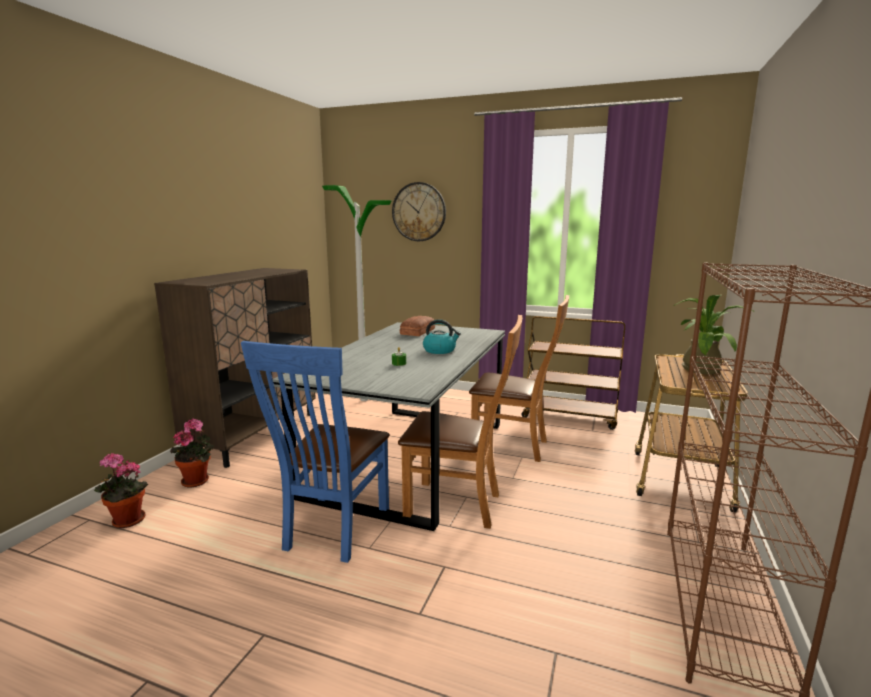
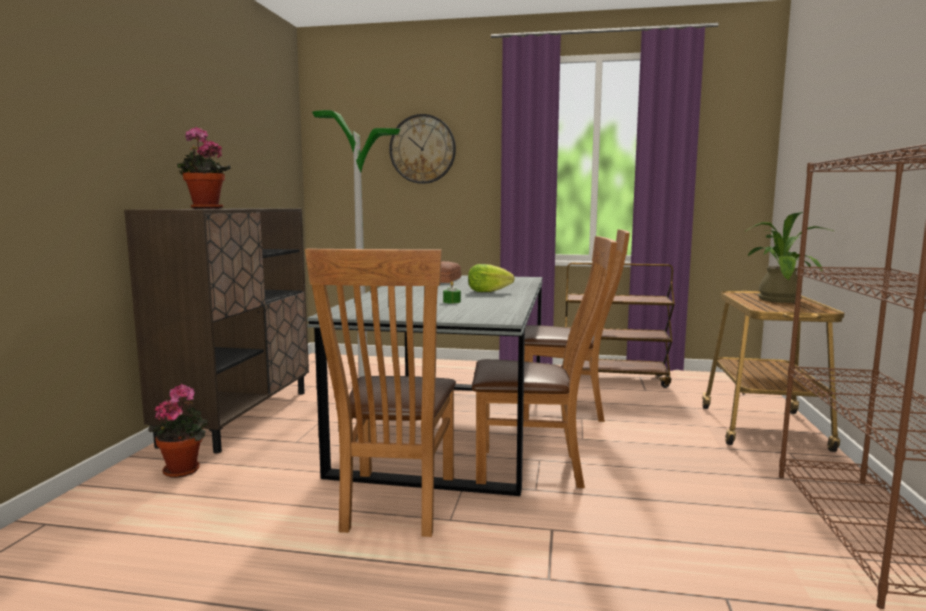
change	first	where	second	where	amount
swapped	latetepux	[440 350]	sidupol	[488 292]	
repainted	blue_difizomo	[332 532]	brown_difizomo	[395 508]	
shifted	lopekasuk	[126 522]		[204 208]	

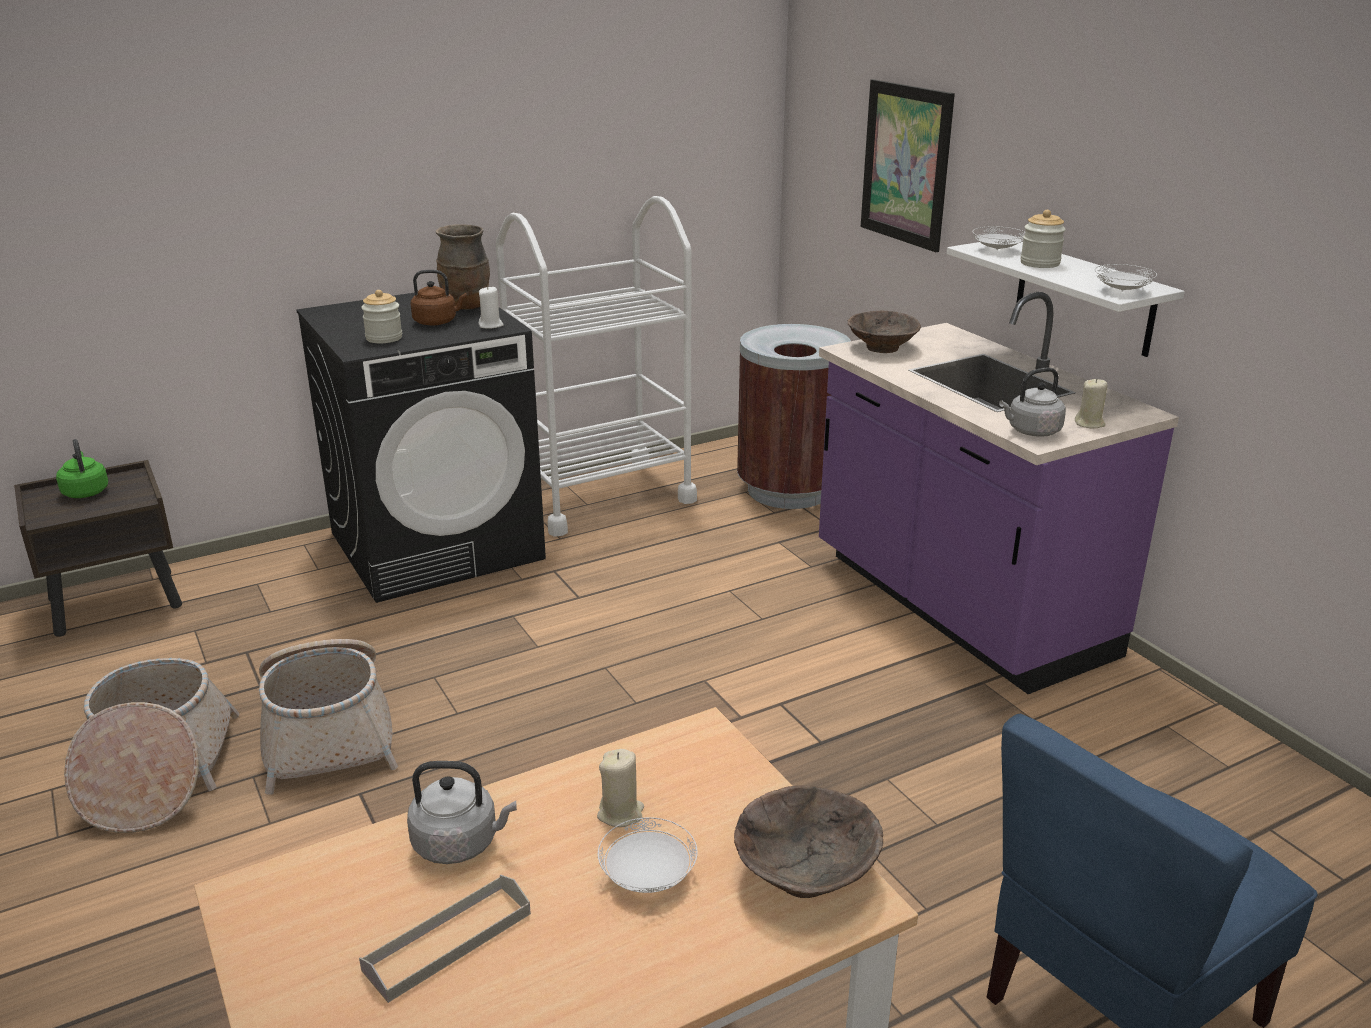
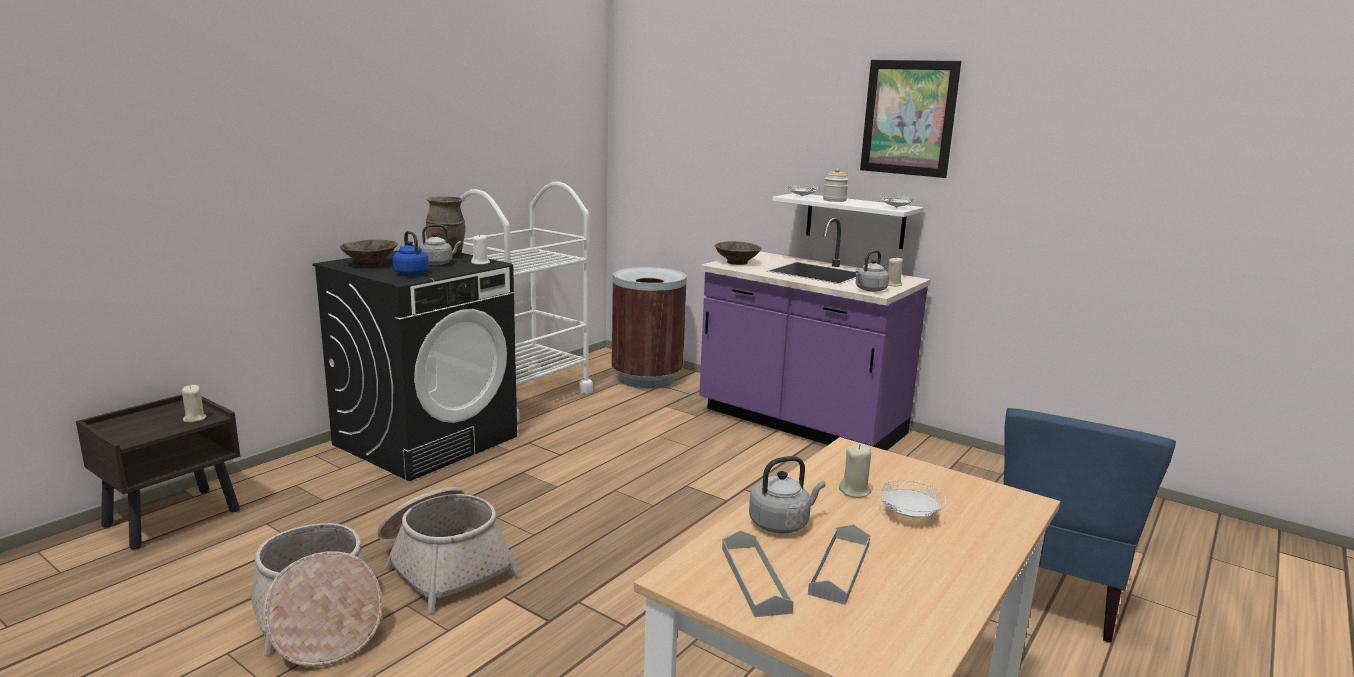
change	first	where	second	where	amount
shifted	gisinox	[906 164]		[908 118]	
repainted	brown_latetepux	[437 322]	grey_latetepux	[438 263]	
swapped	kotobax	[384 338]	blue_latetepux	[410 273]	
gone	green_latetepux	[85 491]			
shifted	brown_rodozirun	[805 873]		[370 264]	
new			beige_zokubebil	[194 418]	
new			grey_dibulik	[755 579]	

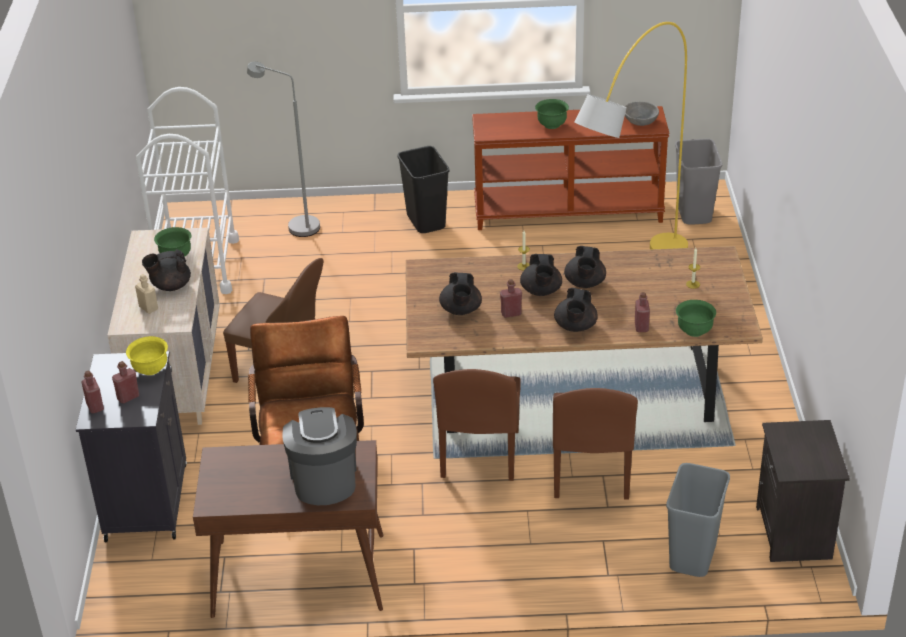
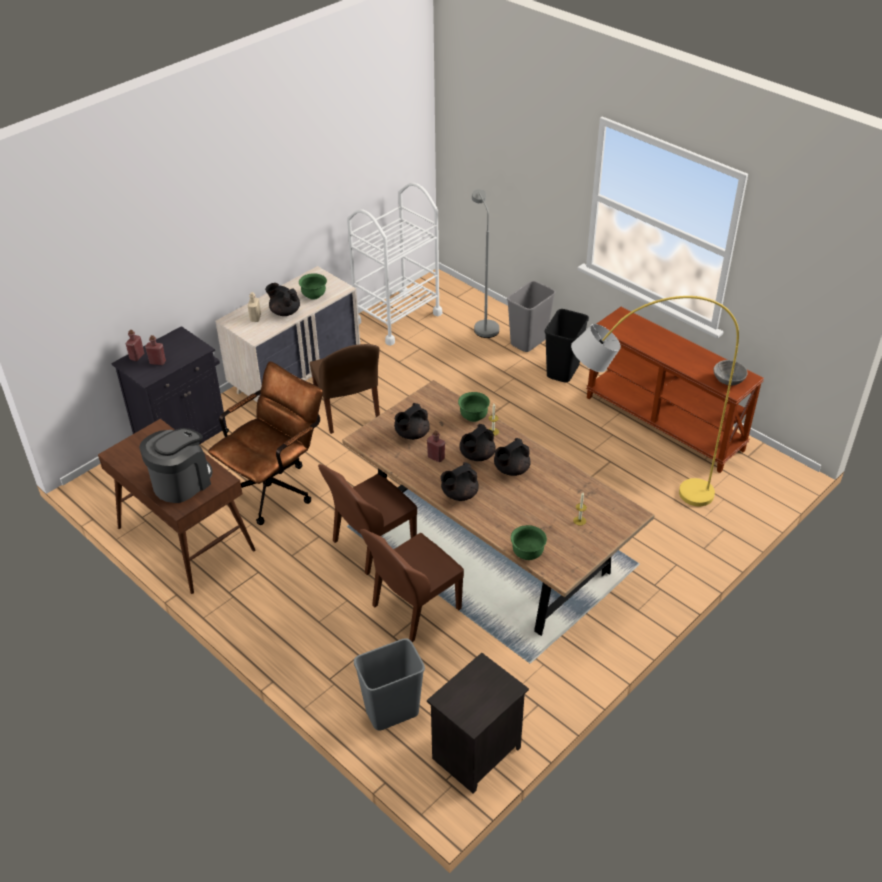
change	first	where	second	where	amount
shifted	green_rodozirun	[551 125]		[473 416]	
shifted	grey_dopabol	[693 213]		[528 341]	
gone	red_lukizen	[641 327]			
gone	yellow_rodozirun	[150 369]			

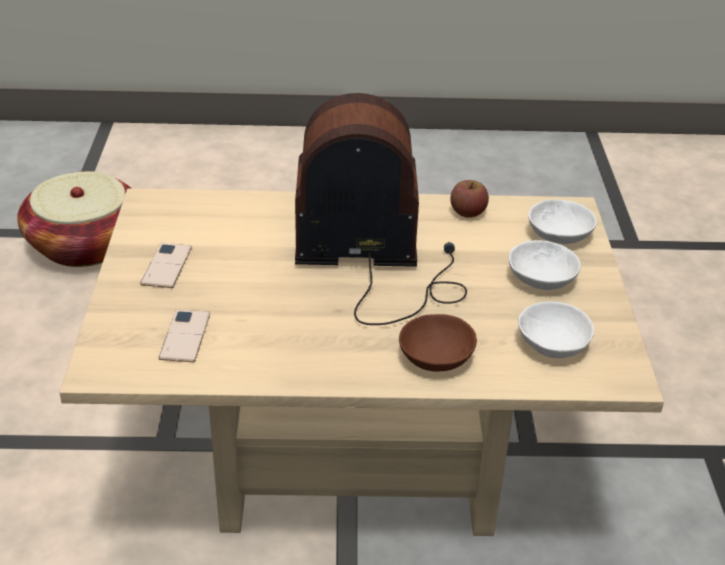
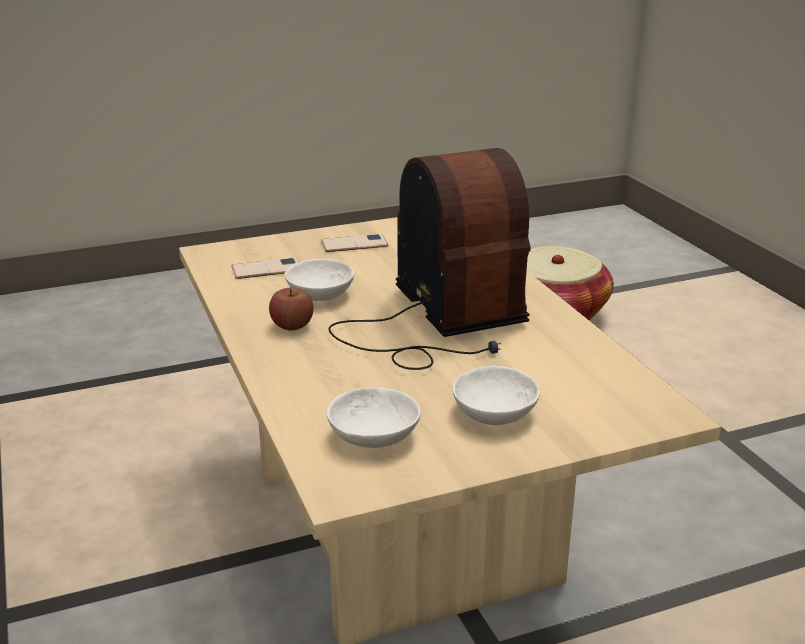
change	first	where	second	where	amount
shifted	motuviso	[468 212]		[292 325]	
shifted	white_rodozirun	[559 236]		[317 293]	
gone	brown_rodozirun	[435 355]			

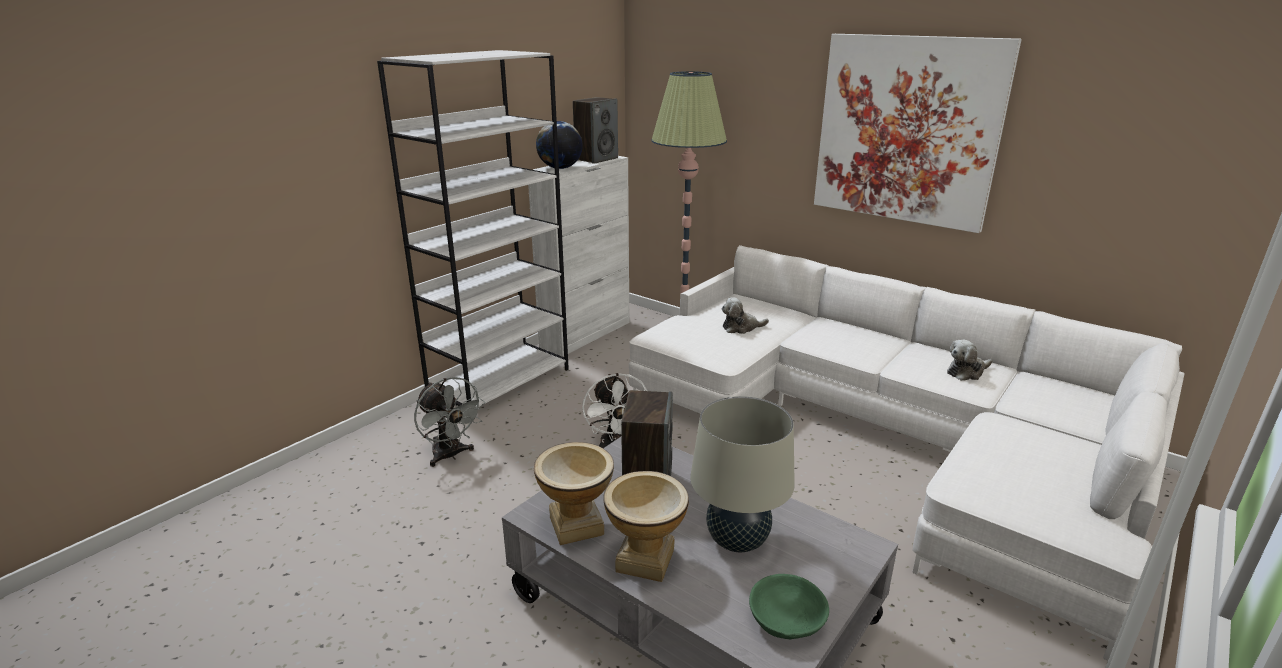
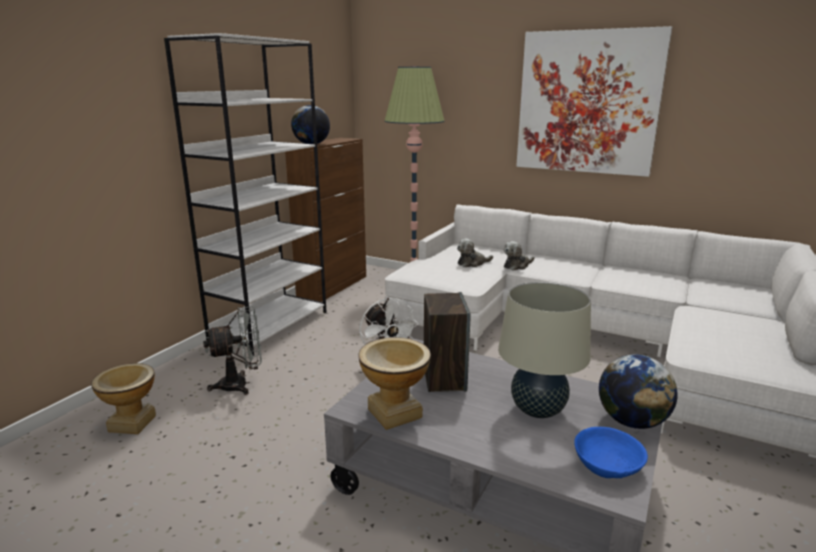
change	first	where	second	where	amount
gone	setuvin	[596 159]			
repainted	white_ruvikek	[586 334]	brown_ruvikek	[333 286]	
shifted	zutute	[966 372]		[517 266]	
rotated	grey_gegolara	[450 455]		[241 384]	60 degrees counterclockwise
shifted	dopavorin	[646 560]		[132 423]	
repainted	green_rodozirun	[786 619]	blue_rodozirun	[607 464]	
new			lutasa	[632 421]	

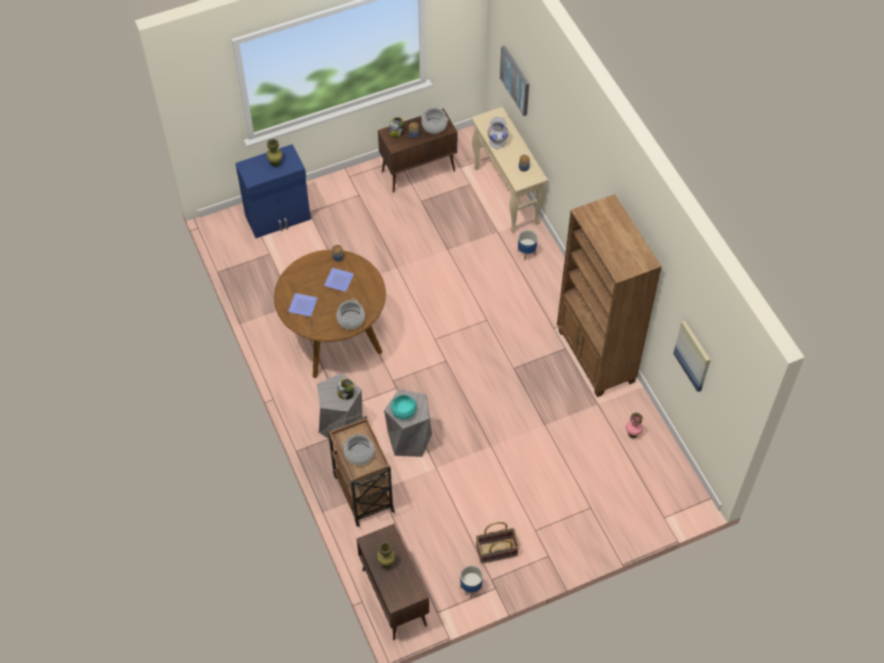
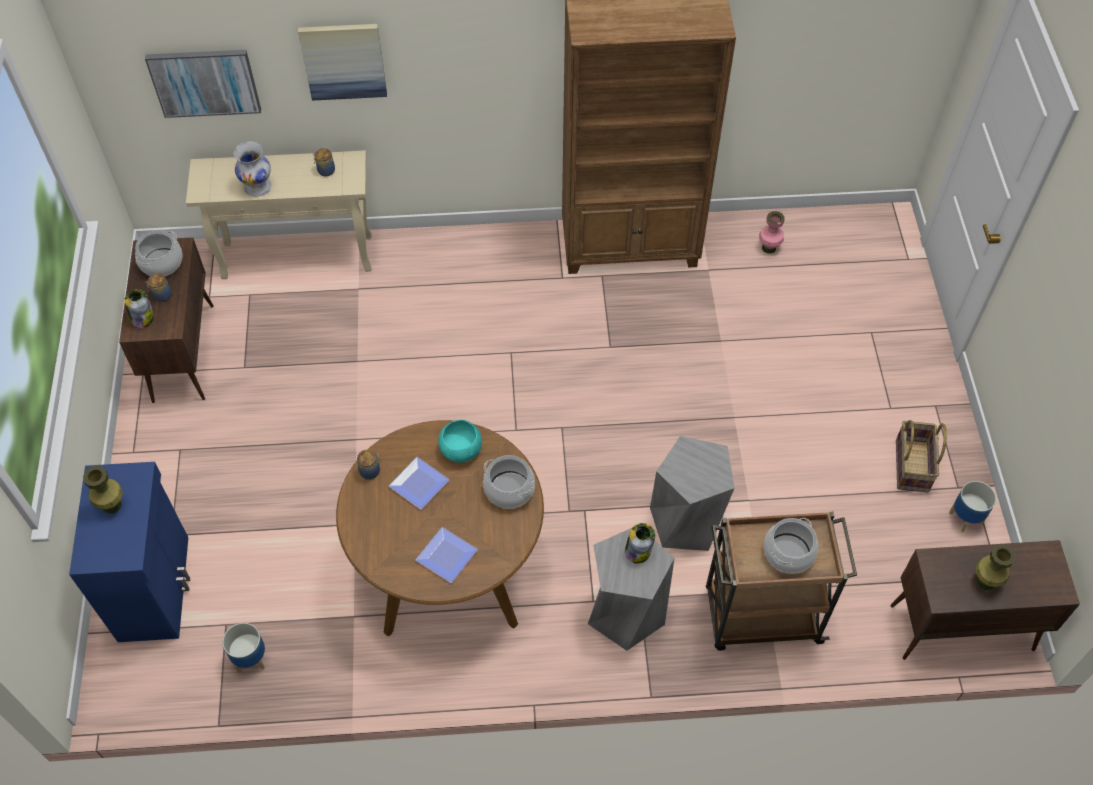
change	first	where	second	where	amount
shifted	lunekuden	[526 252]		[250 659]	
shifted	gisinox	[693 355]		[343 60]	
shifted	turquoise_rodozirun	[403 411]		[461 449]	

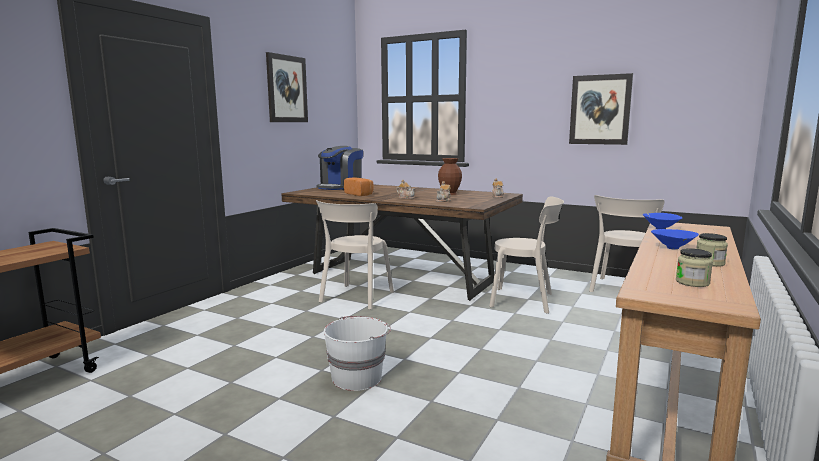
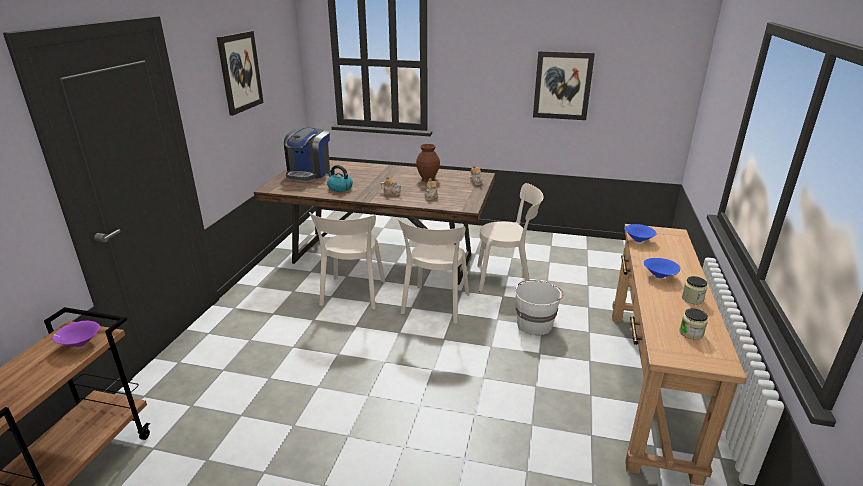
change	first	where	second	where	amount
swapped	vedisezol	[359 194]	latetepux	[339 188]	
shifted	beige_difizomo	[622 290]		[435 305]	
shifted	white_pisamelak	[358 378]		[535 324]	
new			purple_rodozirun	[79 344]	

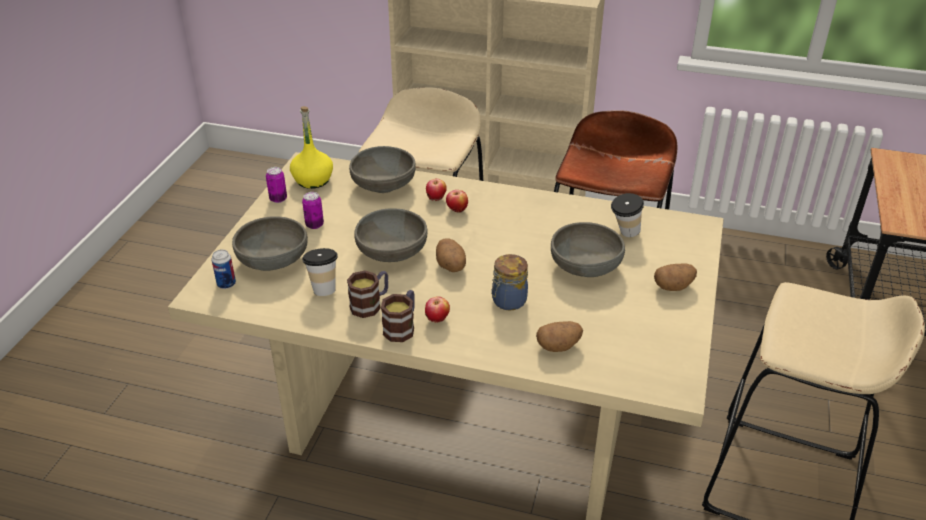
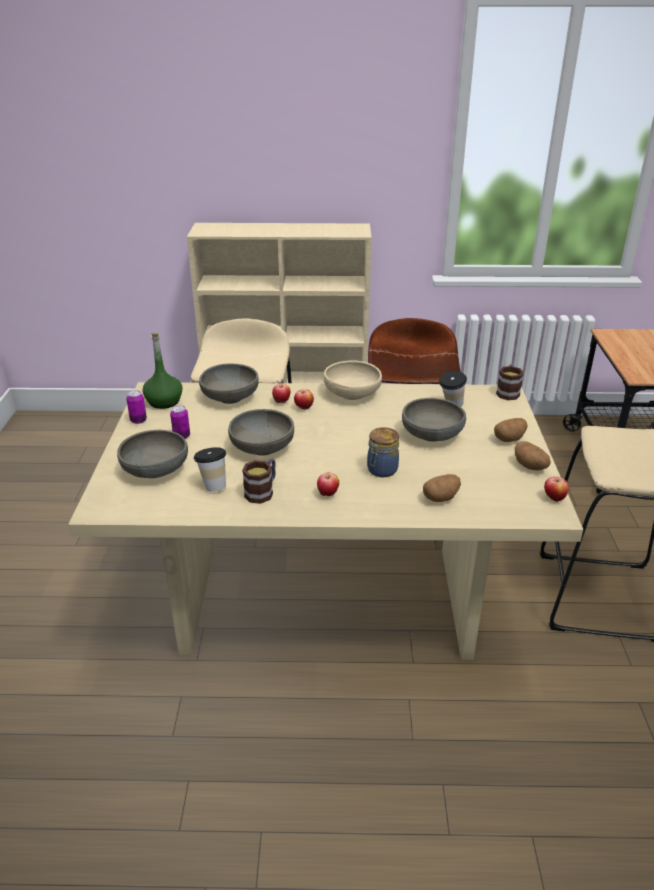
change	first	where	second	where	amount
repainted	yellow_lukizen	[313 180]	green_lukizen	[164 401]	
shifted	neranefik	[451 267]		[530 467]	
gone	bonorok	[226 284]			
shifted	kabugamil	[402 327]		[508 392]	
new			beige_rodozirun	[352 394]	
new			motuviso	[554 498]	

